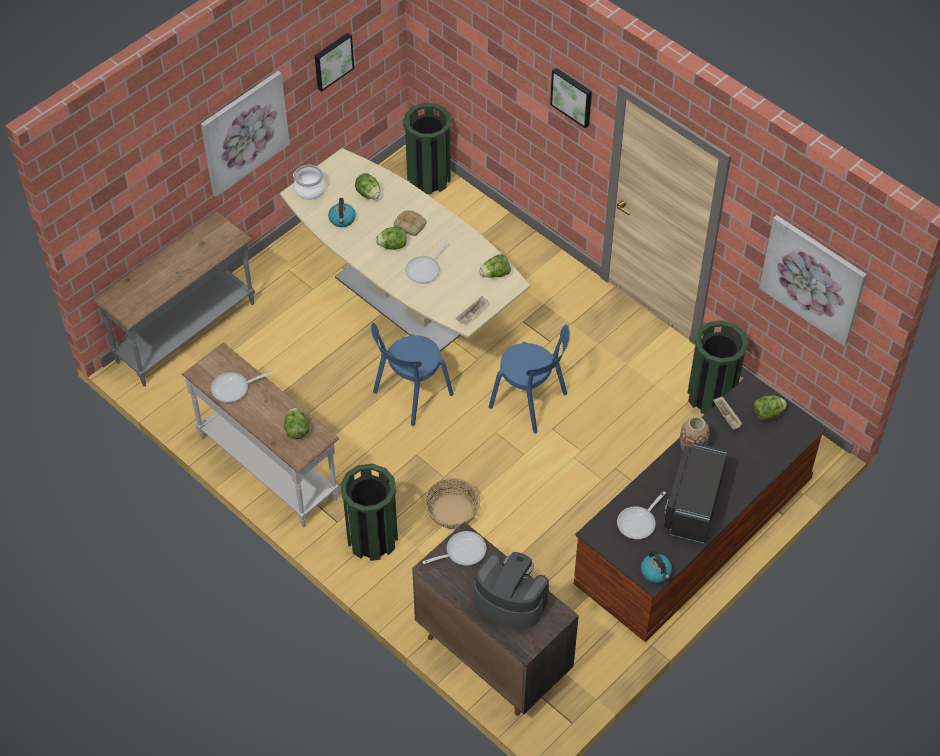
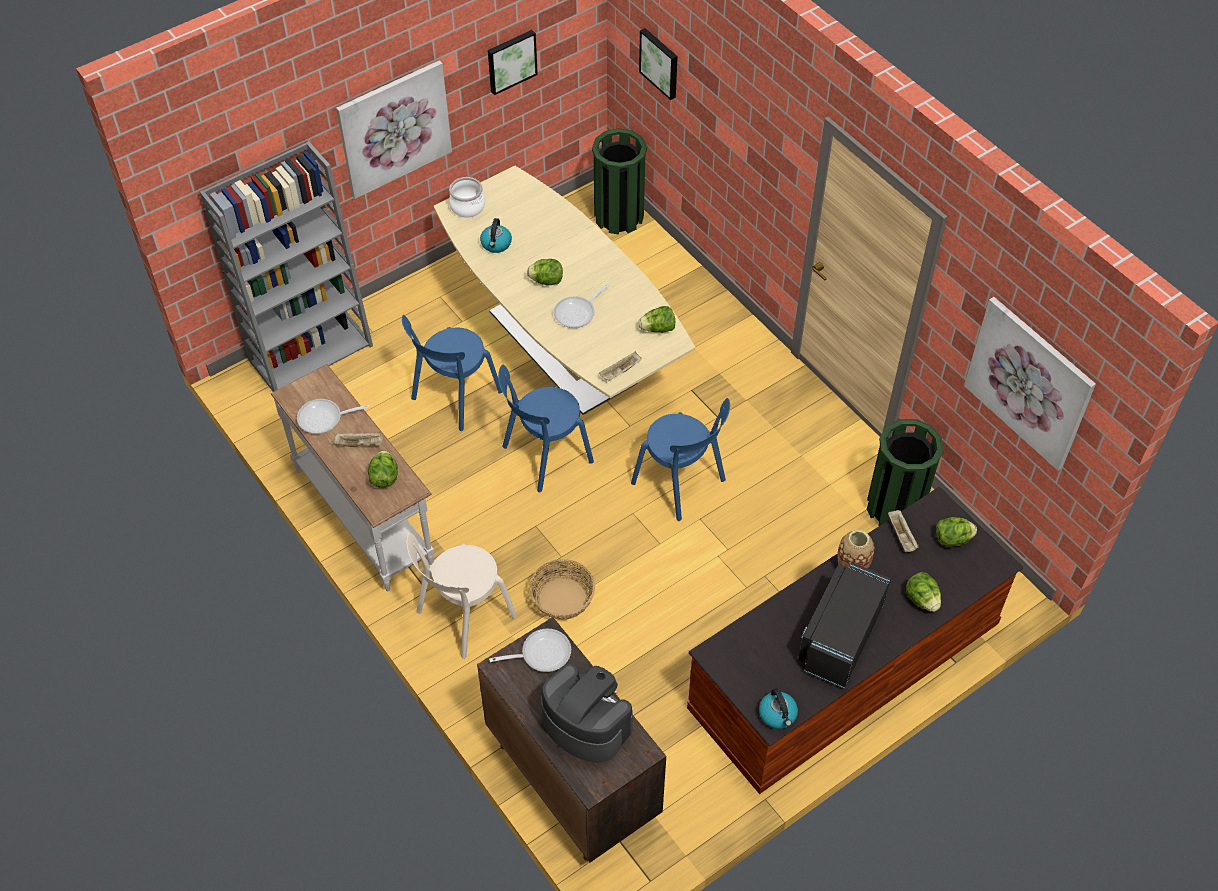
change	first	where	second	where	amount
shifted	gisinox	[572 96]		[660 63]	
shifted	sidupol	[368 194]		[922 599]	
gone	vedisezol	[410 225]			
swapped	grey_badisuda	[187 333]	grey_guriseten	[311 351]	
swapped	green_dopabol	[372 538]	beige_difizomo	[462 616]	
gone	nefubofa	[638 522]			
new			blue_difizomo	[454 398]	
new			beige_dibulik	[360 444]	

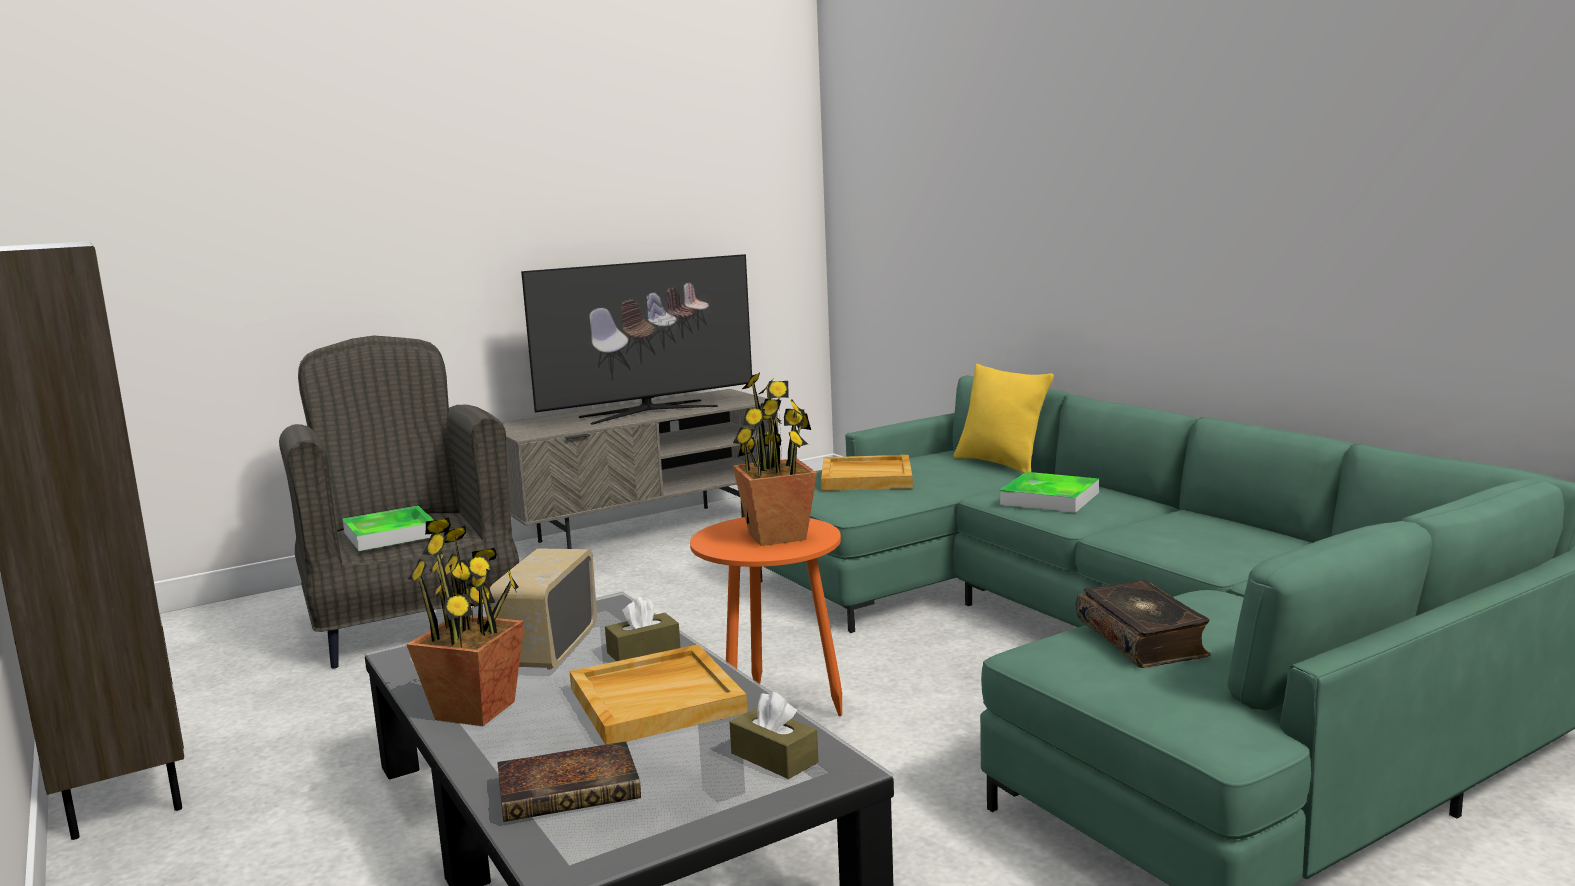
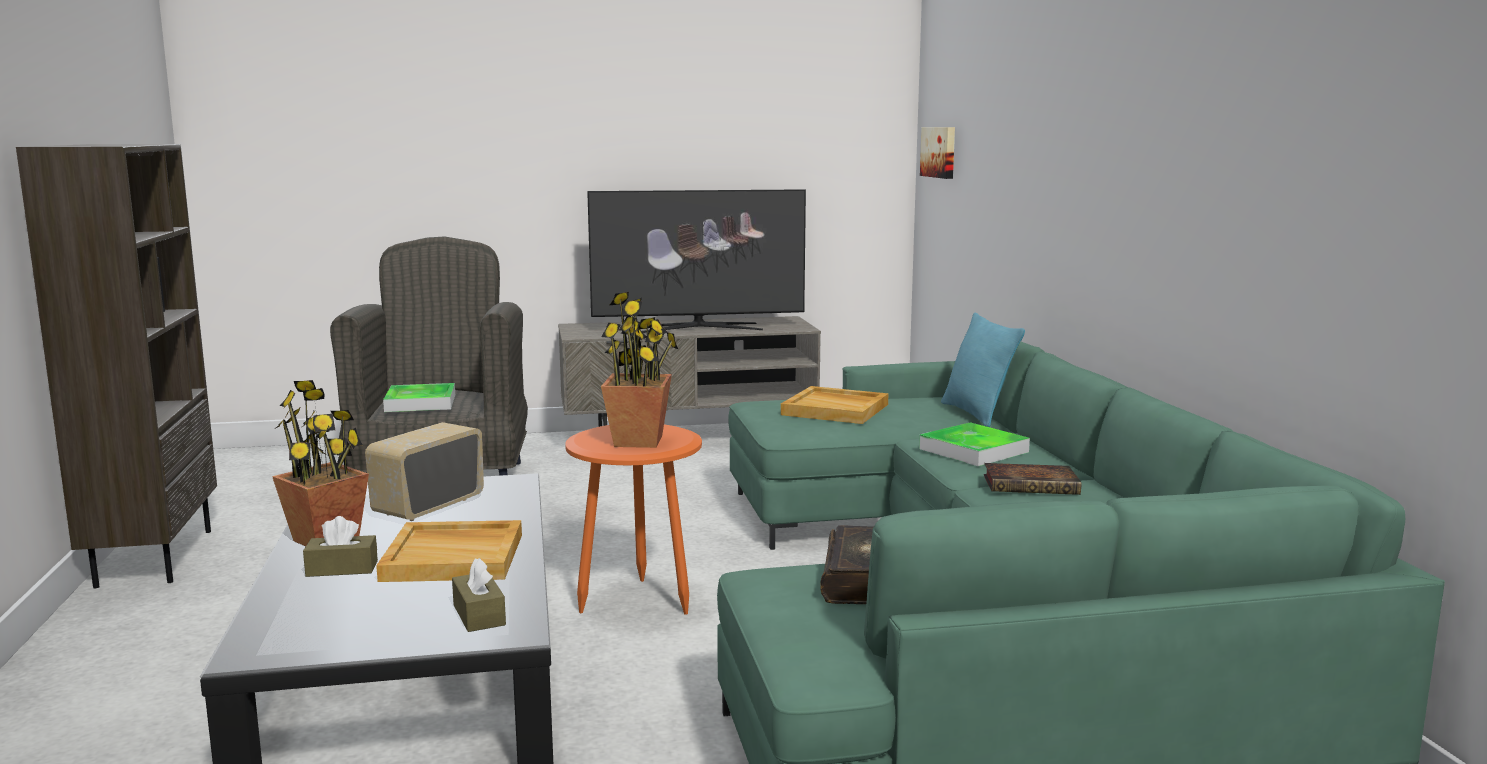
change	first	where	second	where	amount
repainted	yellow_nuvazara	[1000 464]	turquoise_nuvazara	[977 414]	
shifted	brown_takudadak	[643 651]		[342 568]	
shifted	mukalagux	[572 789]		[1033 485]	
new			gisinox	[940 152]	

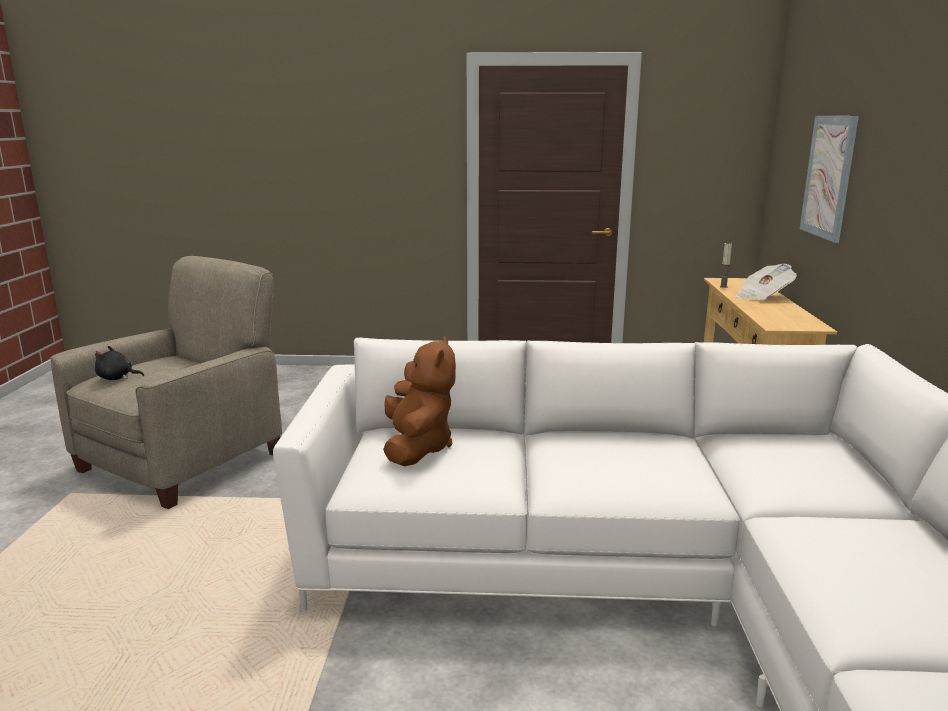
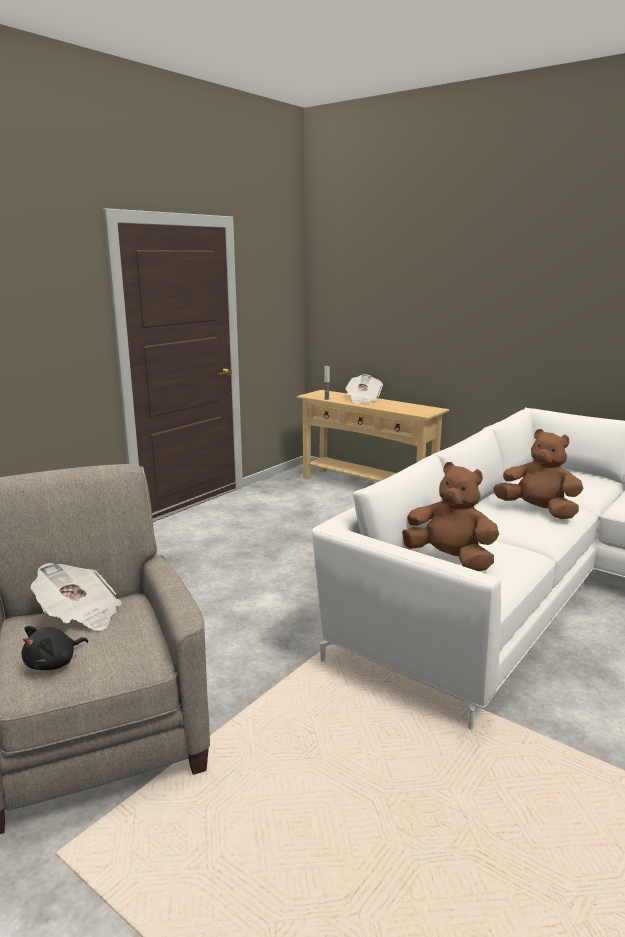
change	first	where	second	where	amount
gone	gisinox	[828 177]			
new			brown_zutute	[537 511]	
new			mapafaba	[80 615]	

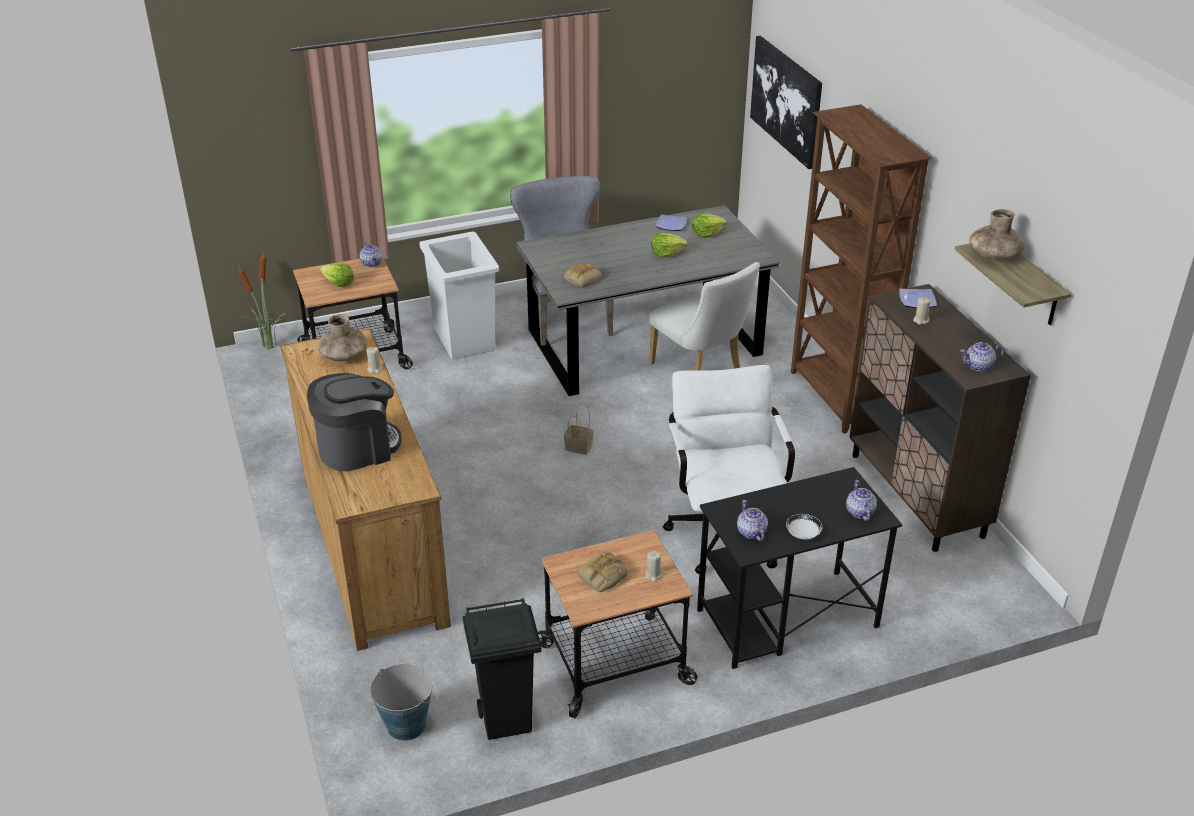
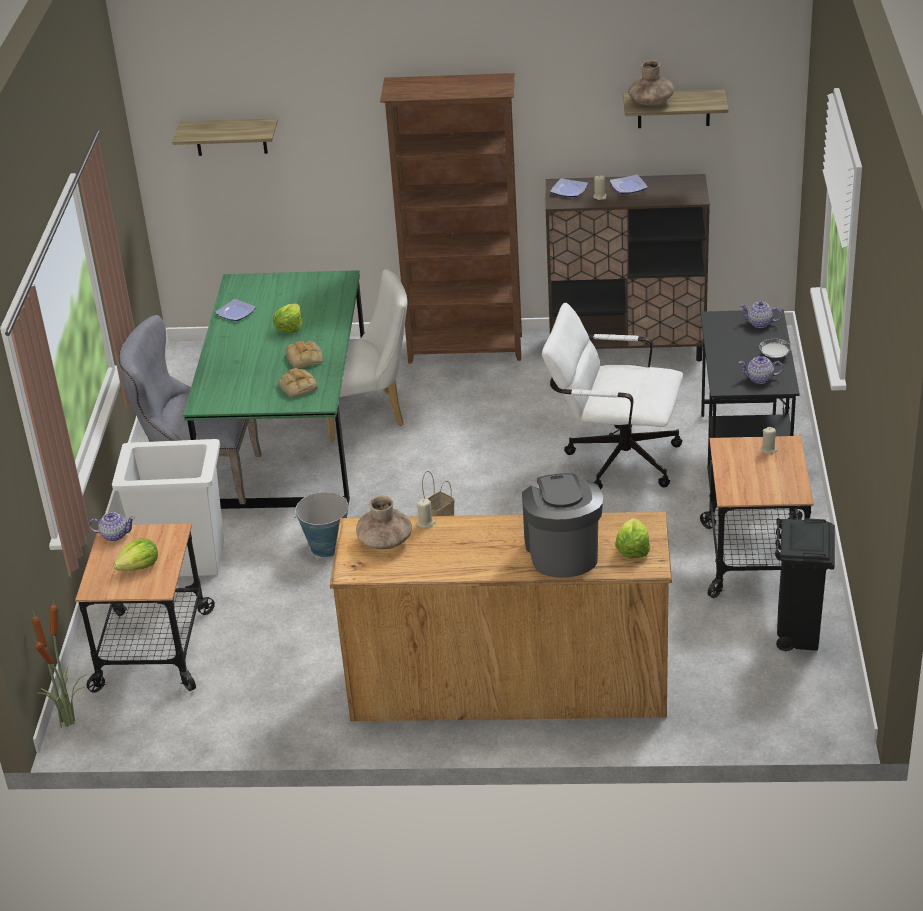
change	first	where	second	where	amount
swapped	gisinox	[786 100]	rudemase	[230 137]	
repainted	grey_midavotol	[643 341]	green_midavotol	[288 437]	
shifted	sidupol	[706 233]		[632 549]	
gone	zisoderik	[979 366]			
shifted	vedisezol	[602 576]		[305 358]	
shifted	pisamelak	[406 725]		[326 546]	
new			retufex	[627 187]	

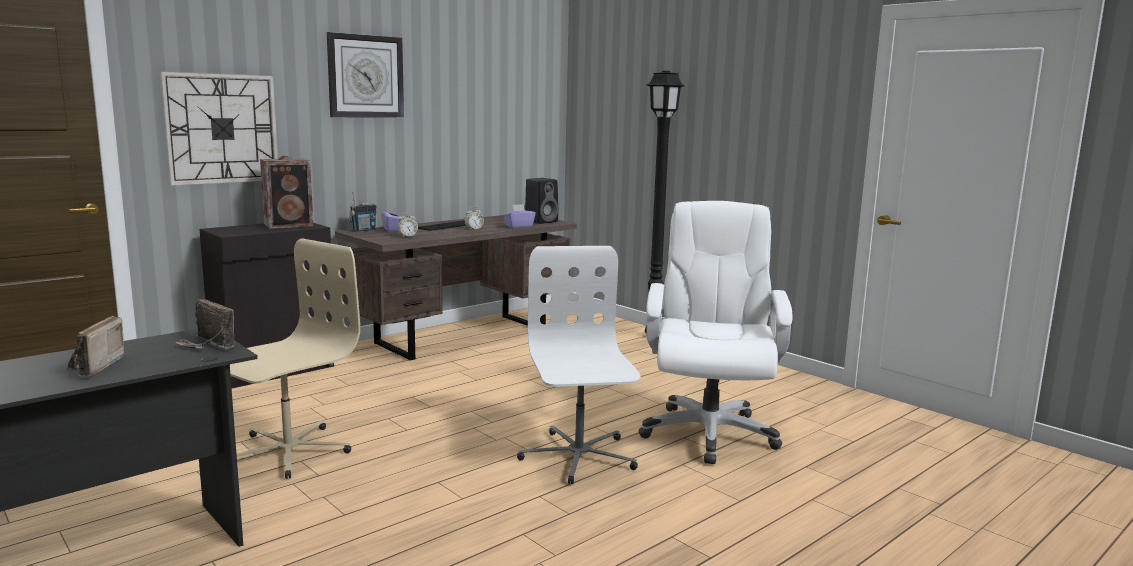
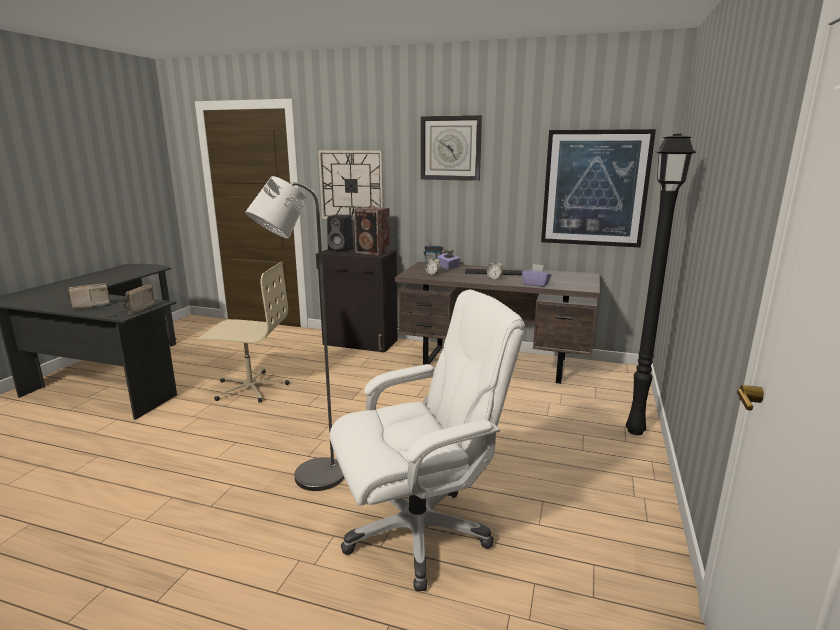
change	first	where	second	where	amount
shifted	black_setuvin	[542 221]		[341 249]	
swapped	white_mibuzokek	[577 456]	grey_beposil	[311 479]	
new			gisinox	[595 188]	

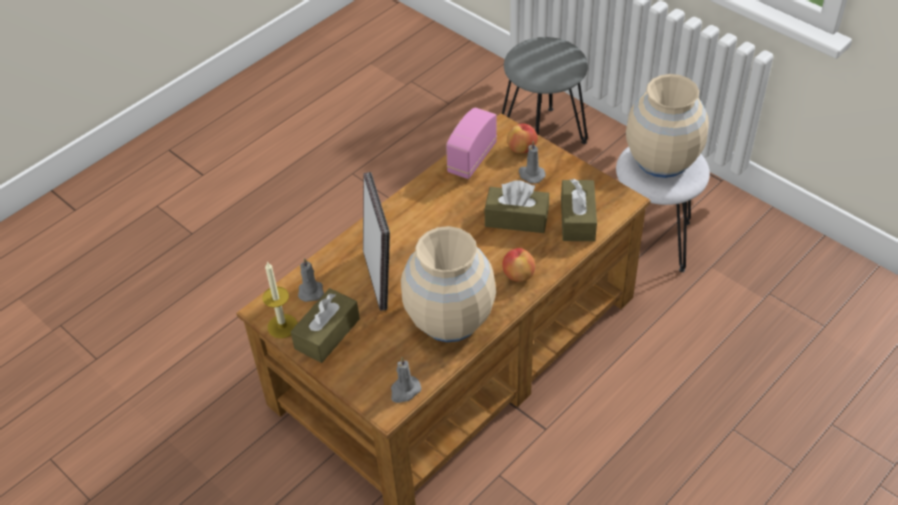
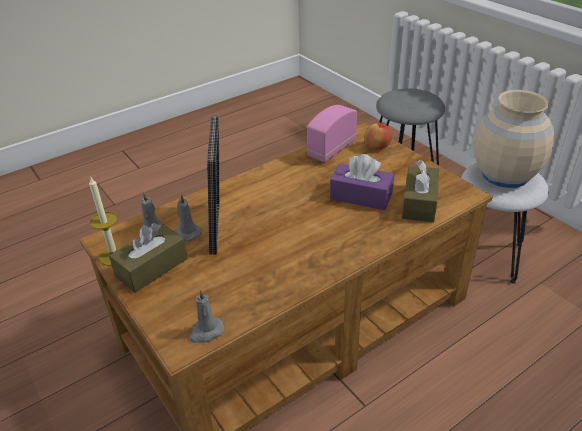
change	first	where	second	where	amount
shifted	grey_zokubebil	[531 175]		[187 232]	
repainted	brown_takudadak	[516 218]	purple_takudadak	[361 196]	
gone	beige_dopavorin	[450 319]			
gone	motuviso	[518 275]			

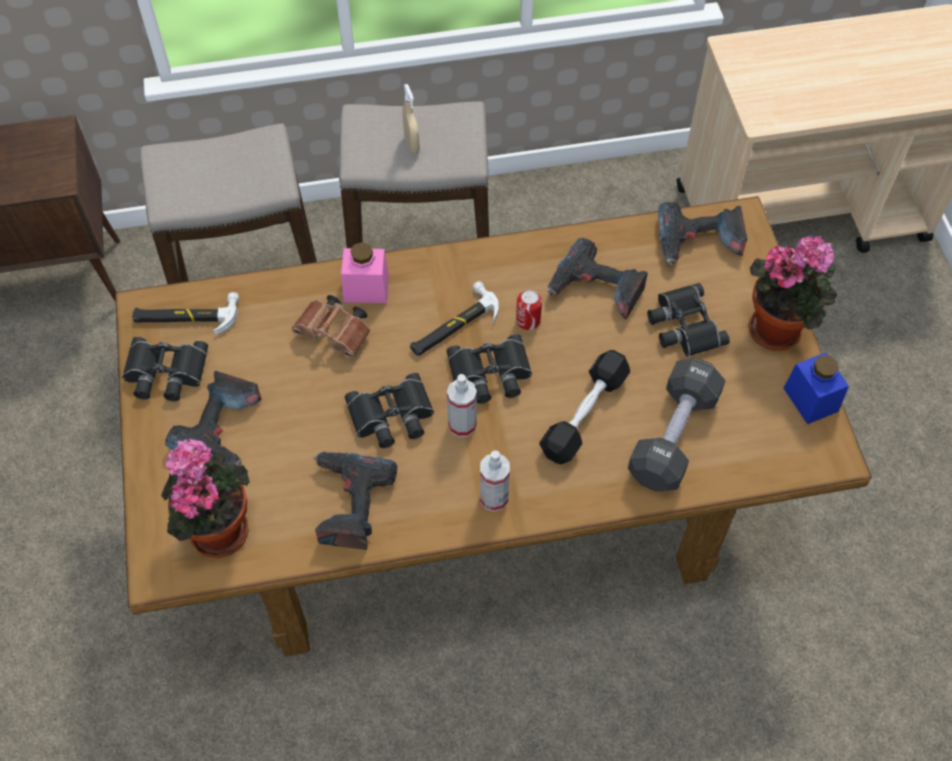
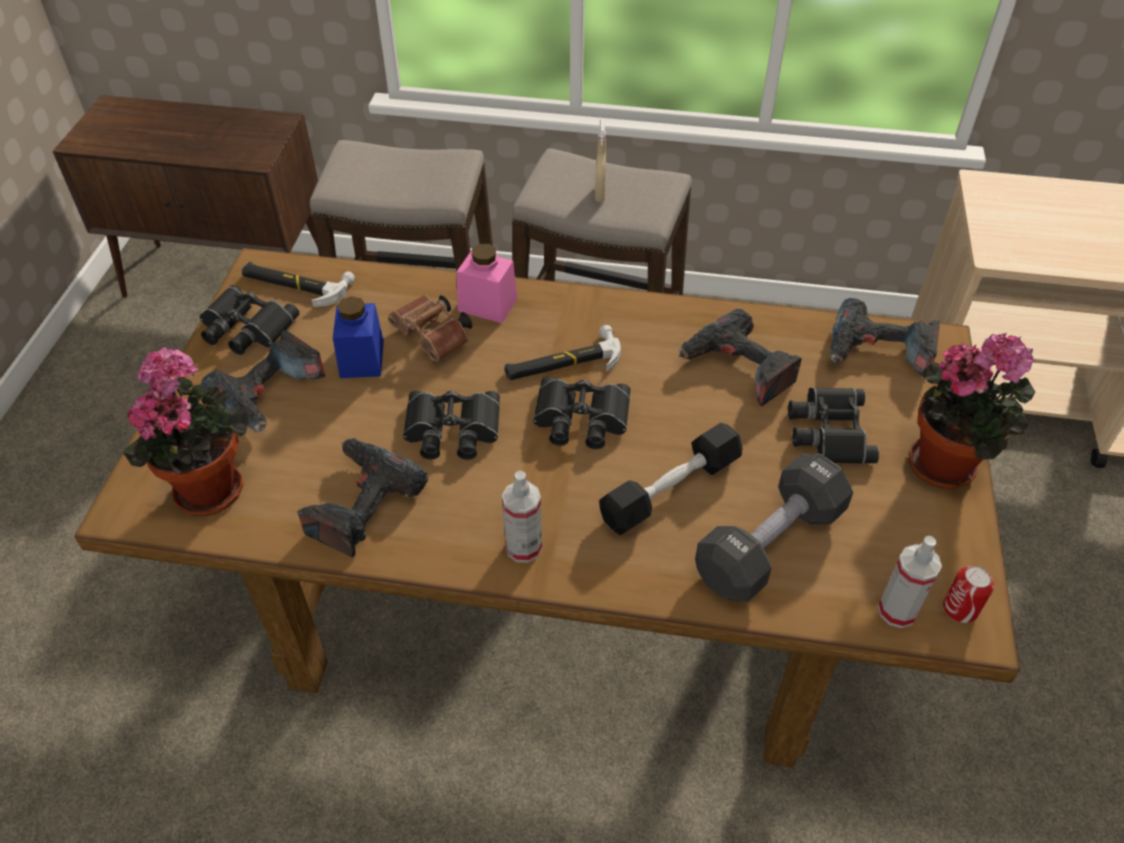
change	first	where	second	where	amount
shifted	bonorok	[528 320]		[960 608]	
shifted	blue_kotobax	[810 399]		[362 359]	
shifted	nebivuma	[462 425]		[897 611]	

